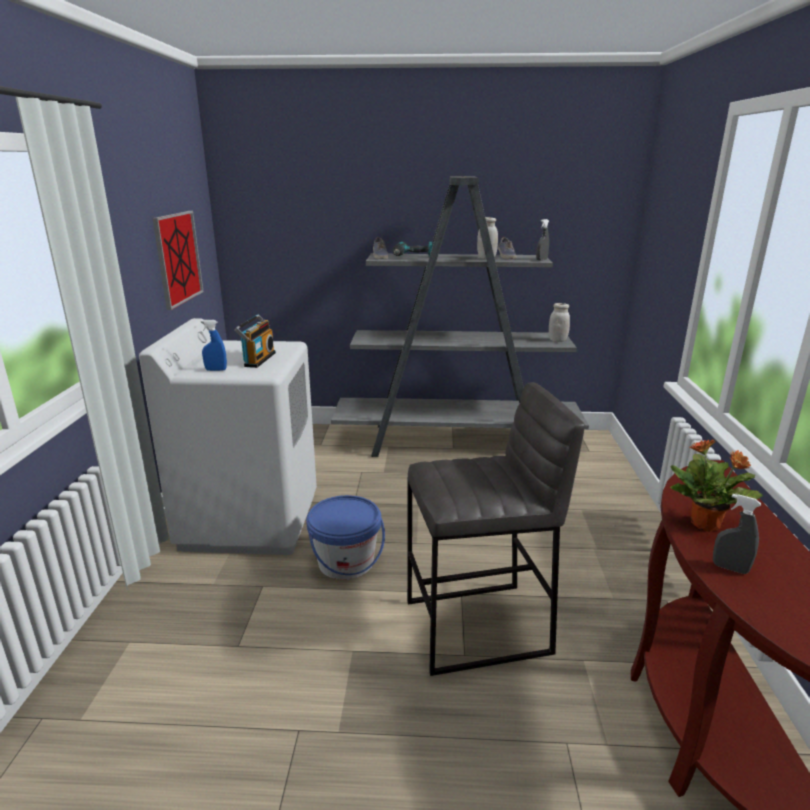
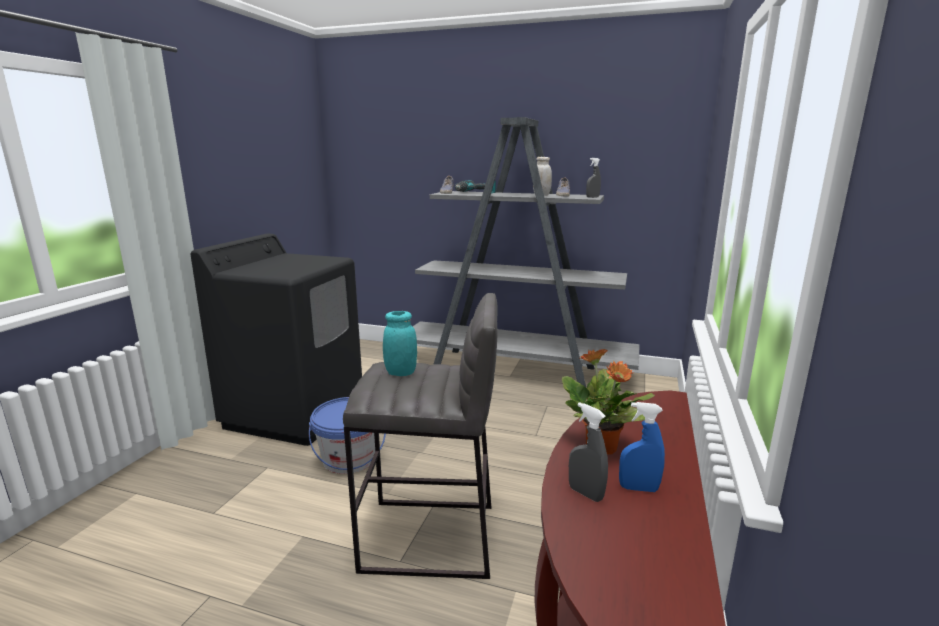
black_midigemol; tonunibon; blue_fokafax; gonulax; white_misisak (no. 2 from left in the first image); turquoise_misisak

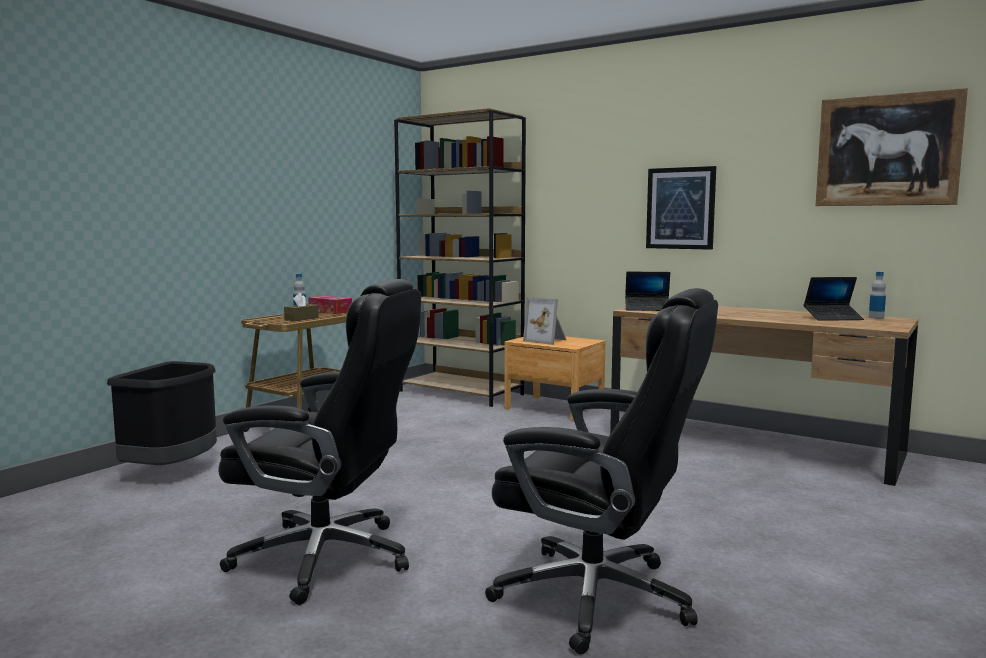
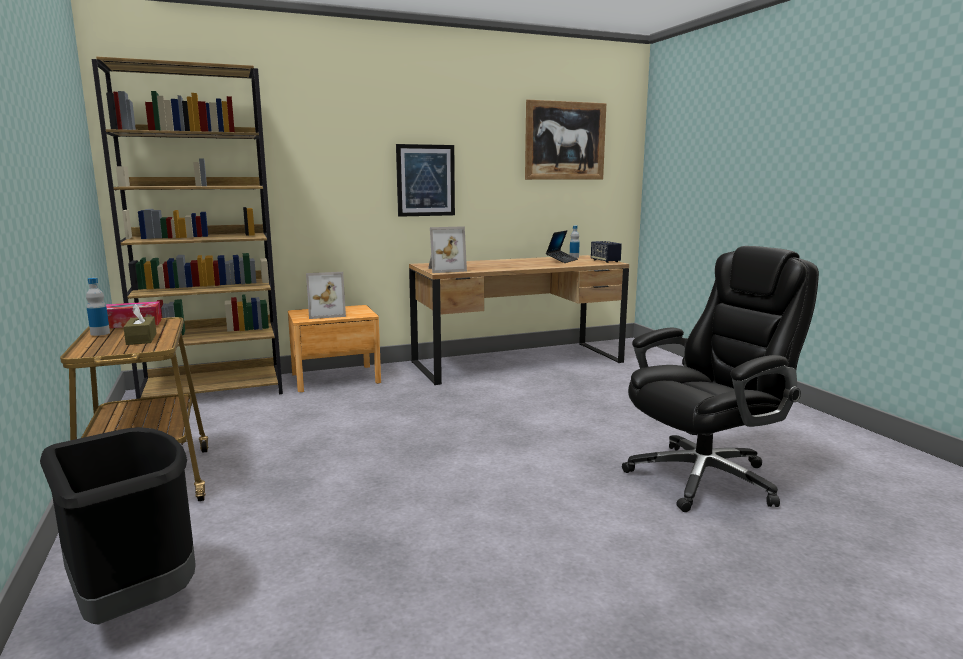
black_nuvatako (no. 1 from left in the first image); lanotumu (no. 2 from left); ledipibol

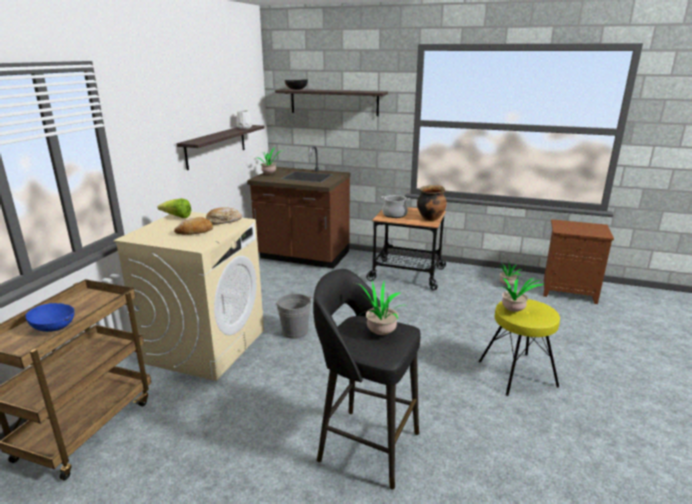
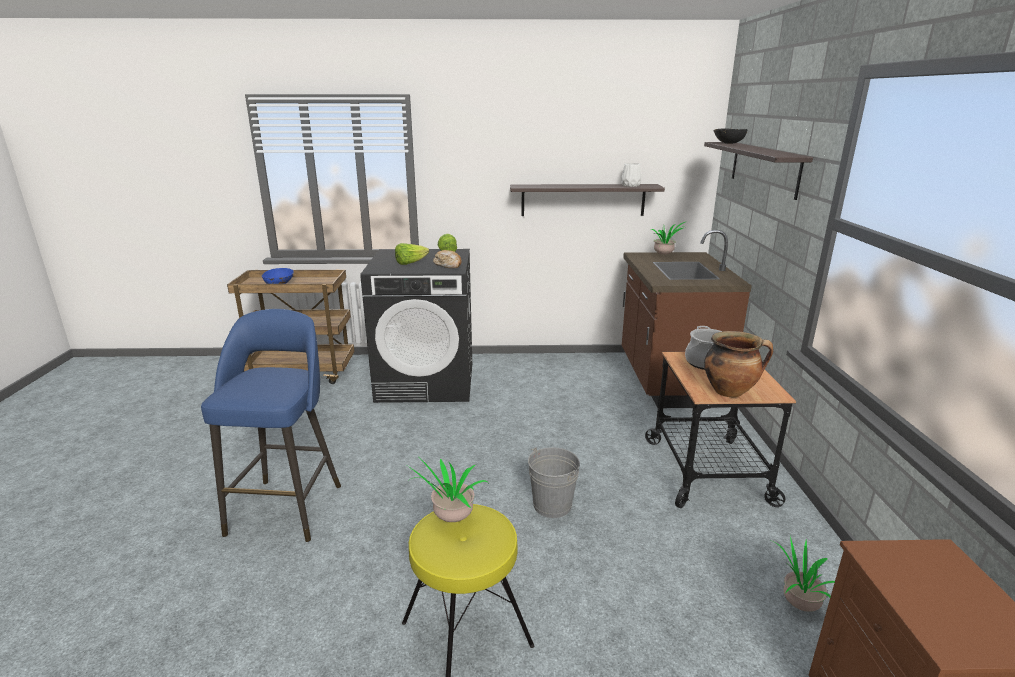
black_midigemol; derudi (no. 1 from left); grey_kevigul; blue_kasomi; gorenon (no. 2 from left in the first image)

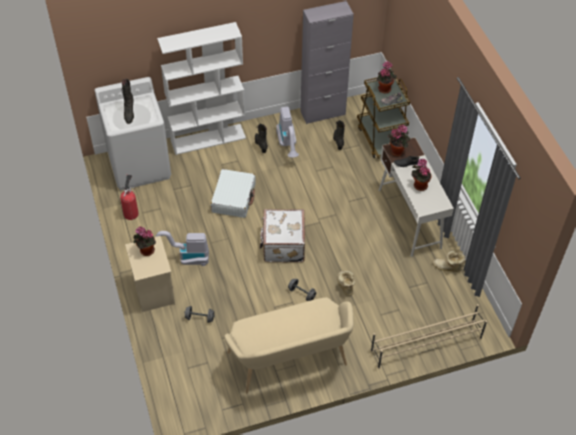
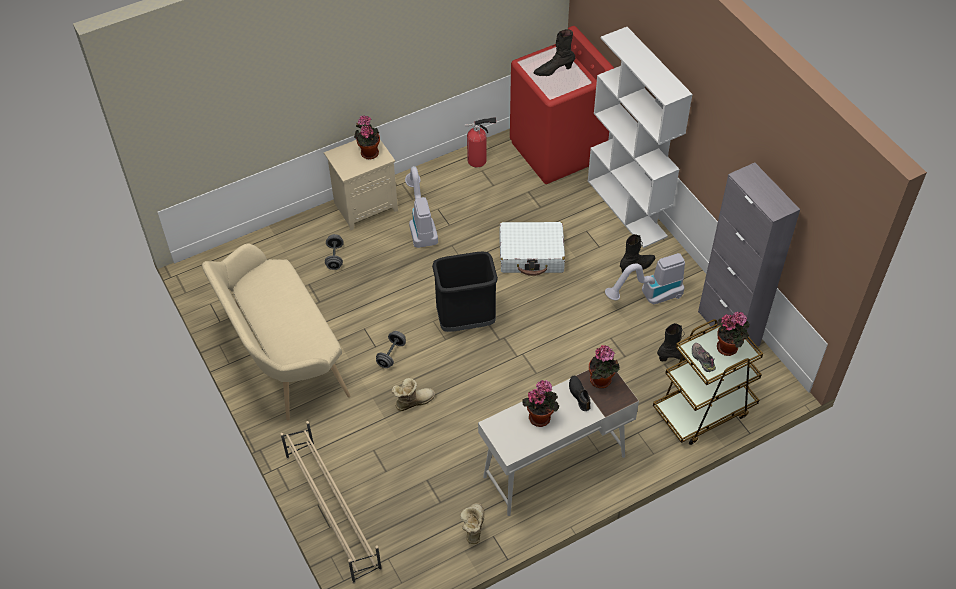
red_midigemol; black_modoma

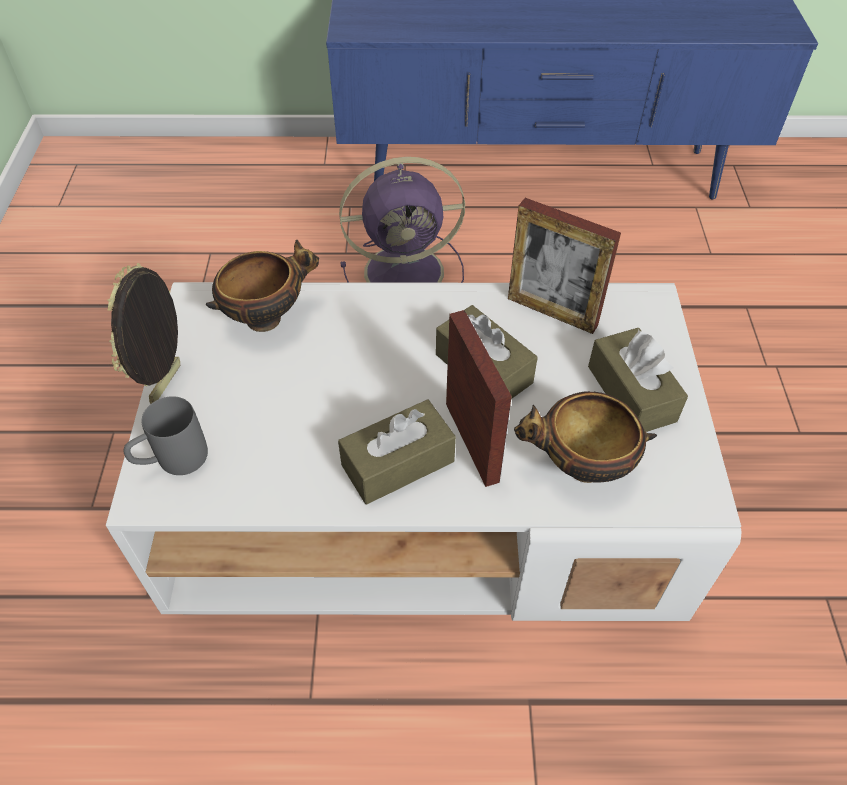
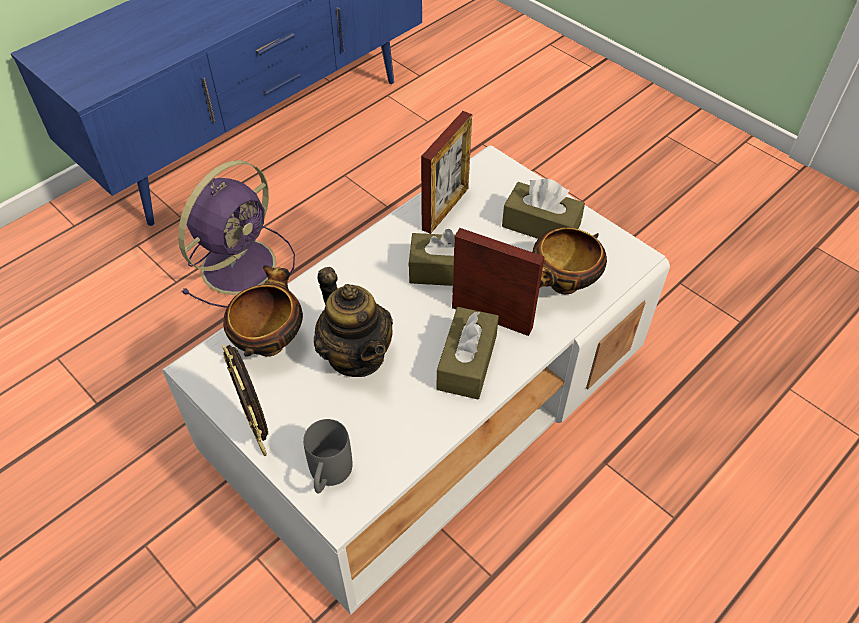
lanotumu (no. 2 from left); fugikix

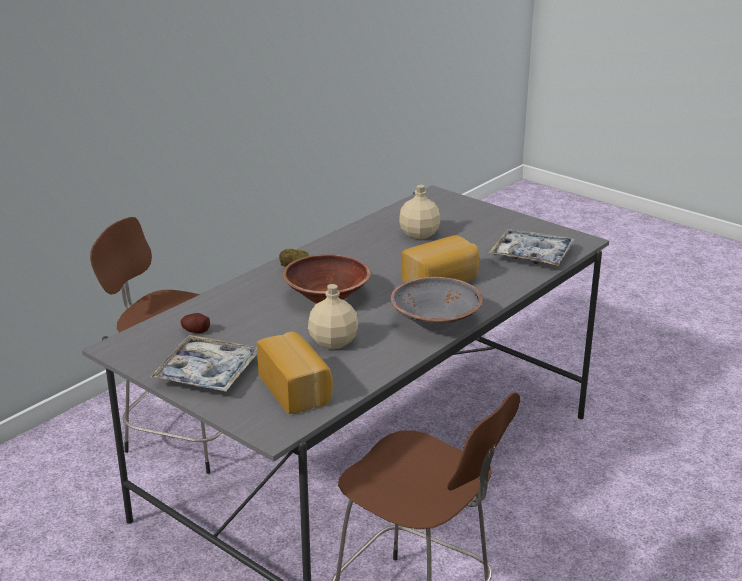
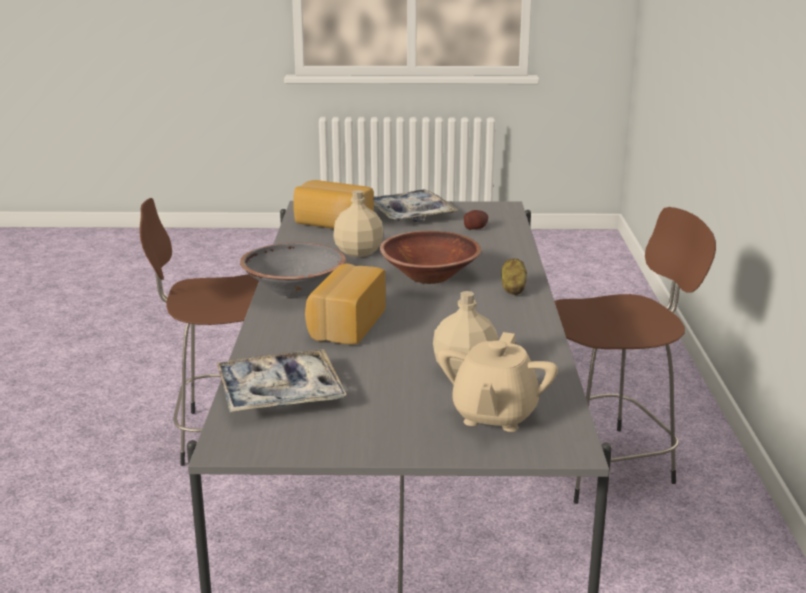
beige_fugikix

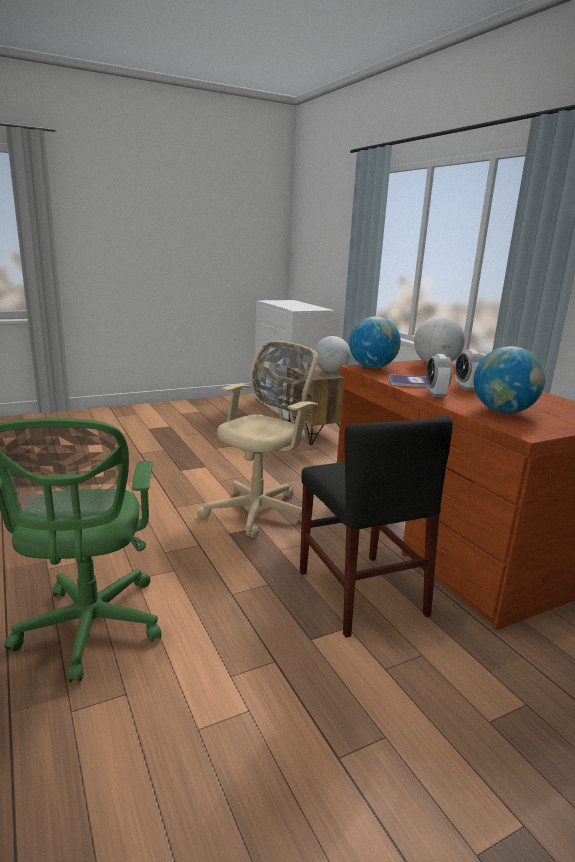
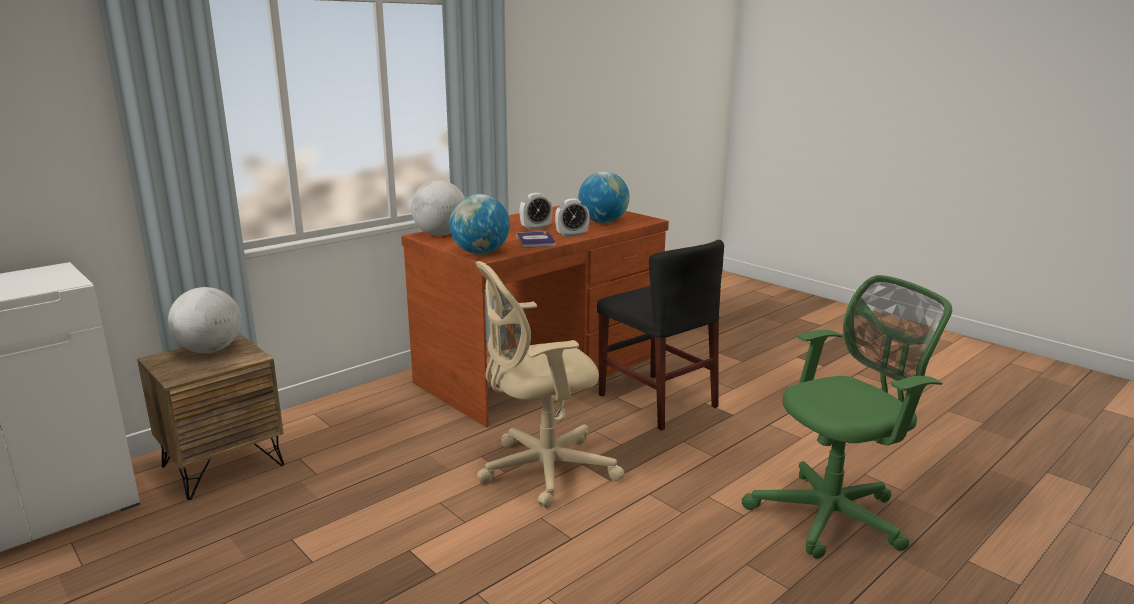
beige_nuvatako; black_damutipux

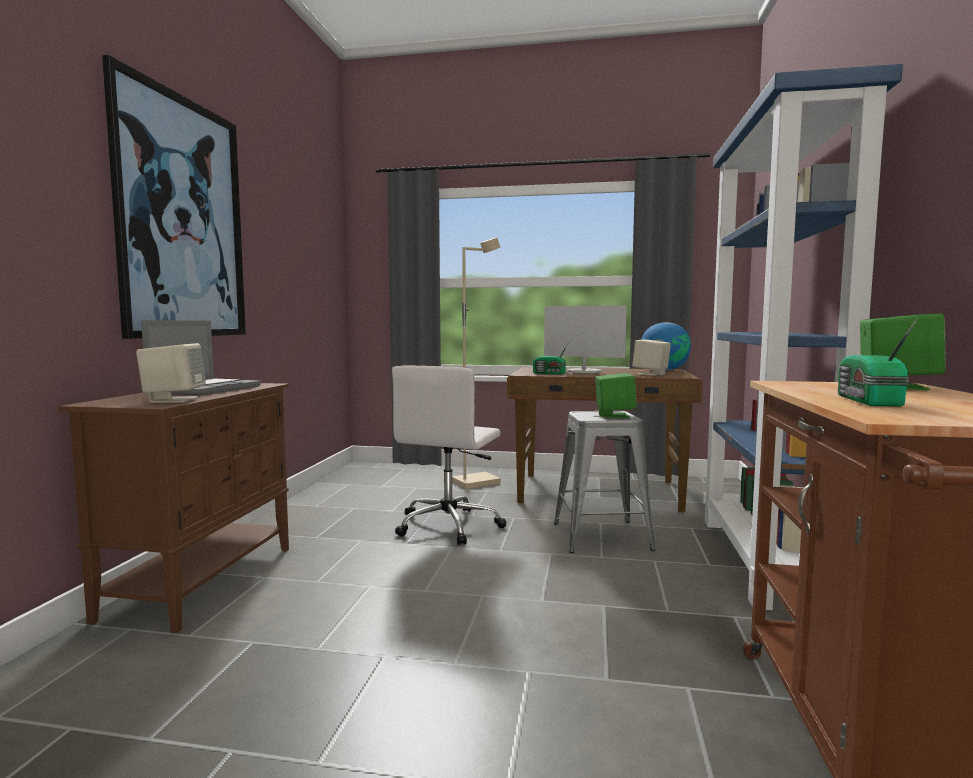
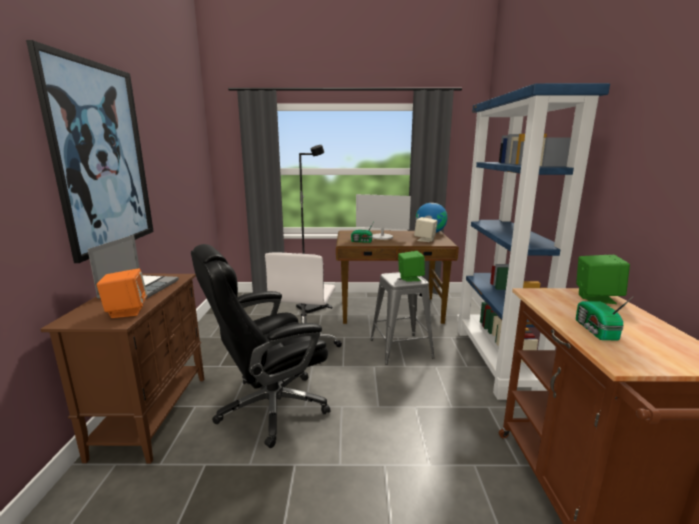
orange_ledipibol; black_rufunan; black_nuvatako

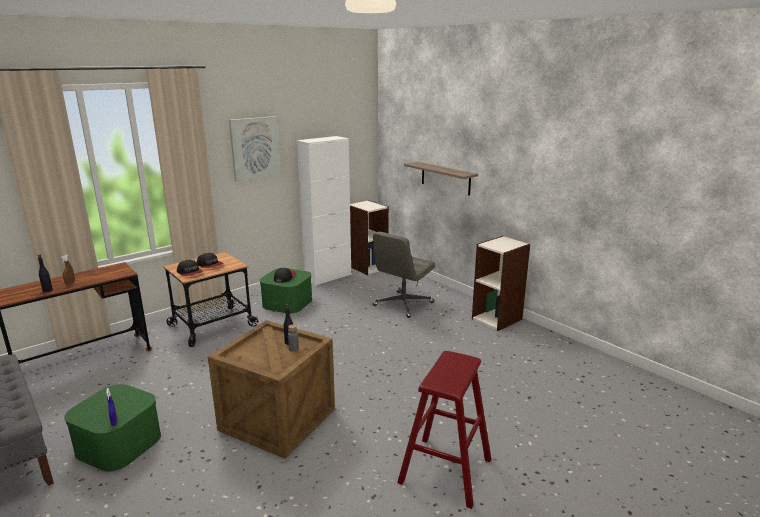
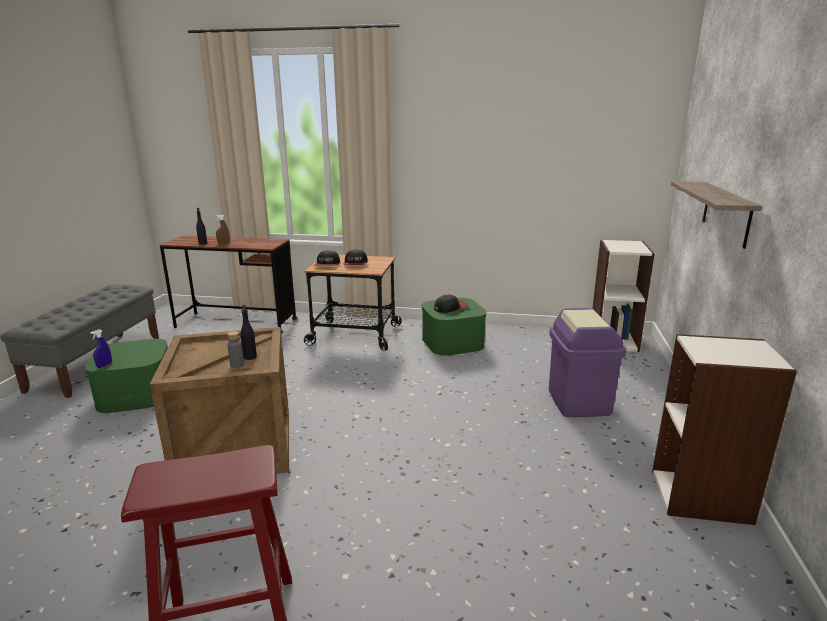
tonunibon; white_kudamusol; purple_modoma

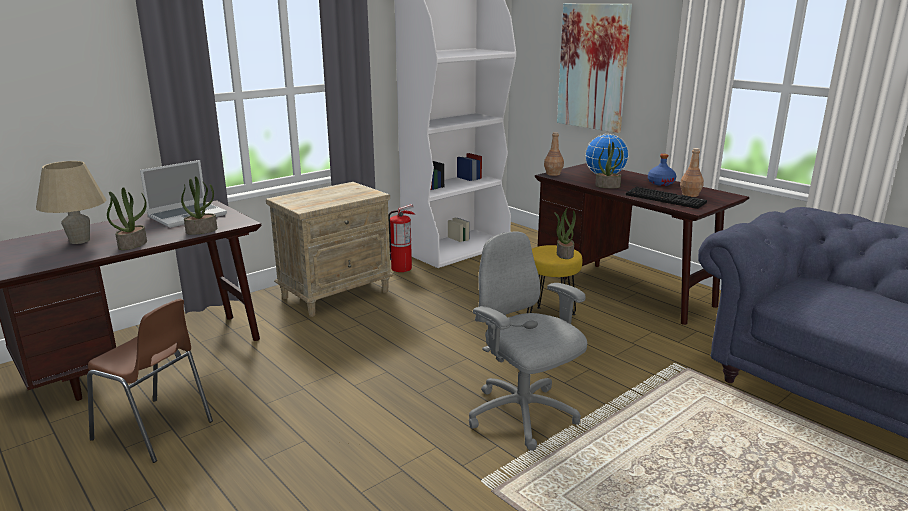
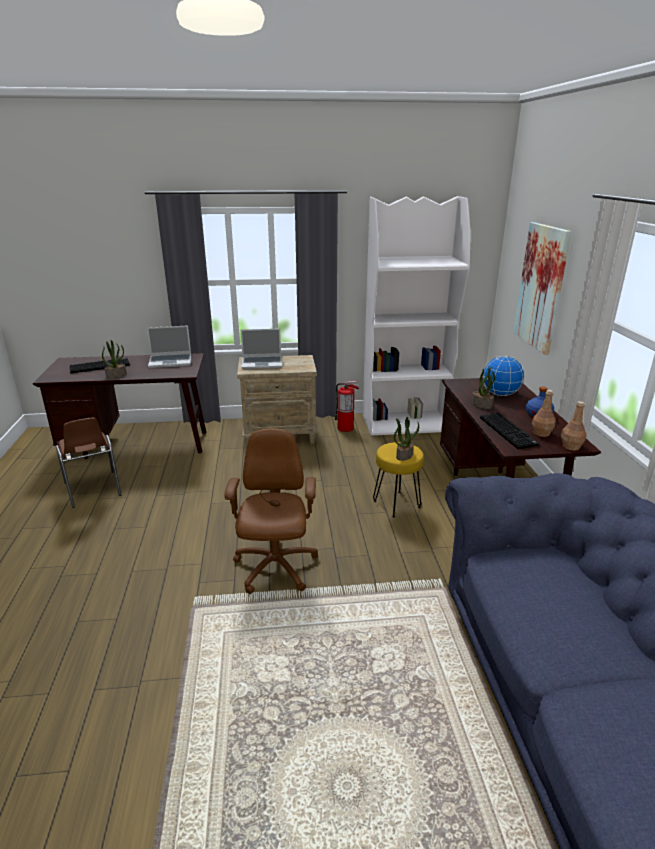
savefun (no. 1 from left); gorenon (no. 2 from left in the first image); brown_nuvatako; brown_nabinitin (no. 2 from left); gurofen (no. 2 from left)

